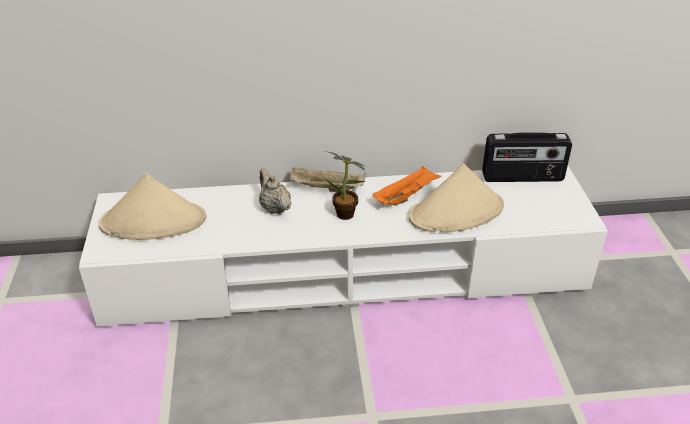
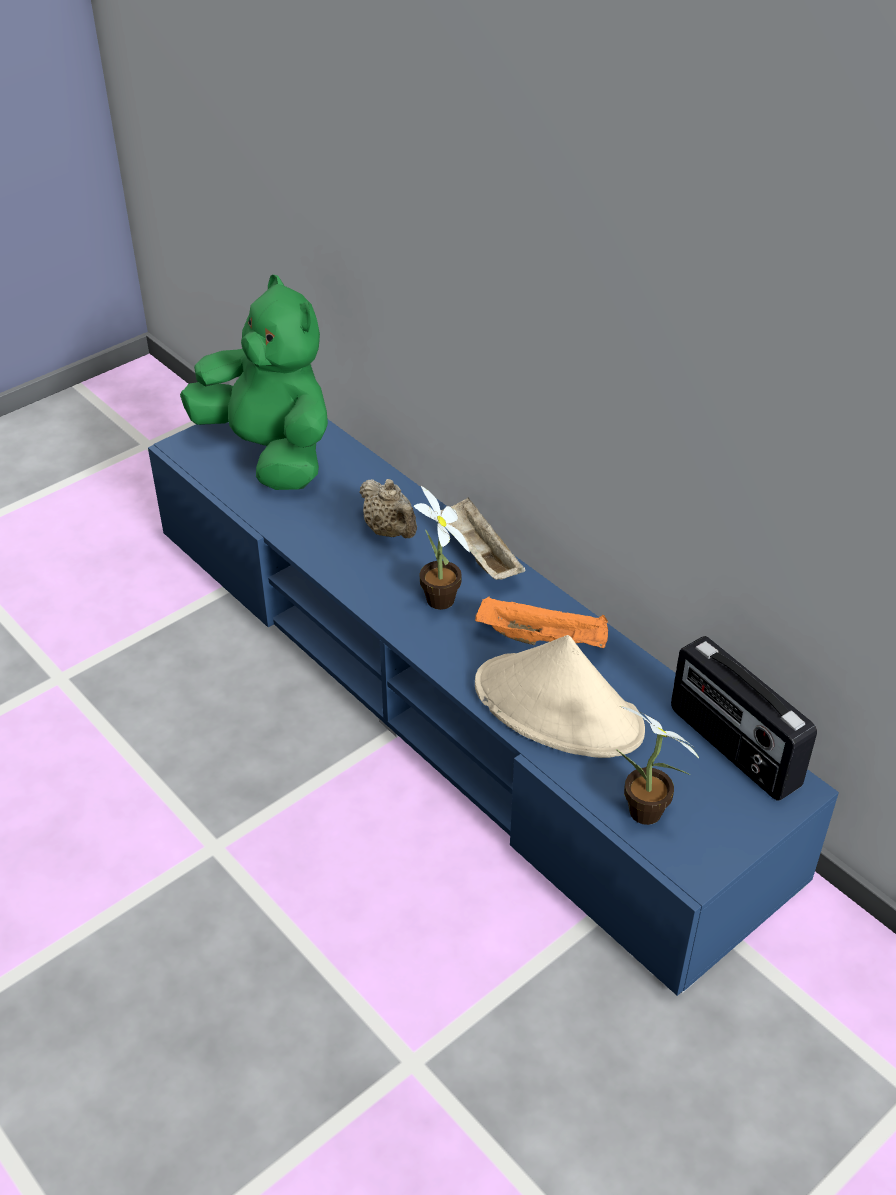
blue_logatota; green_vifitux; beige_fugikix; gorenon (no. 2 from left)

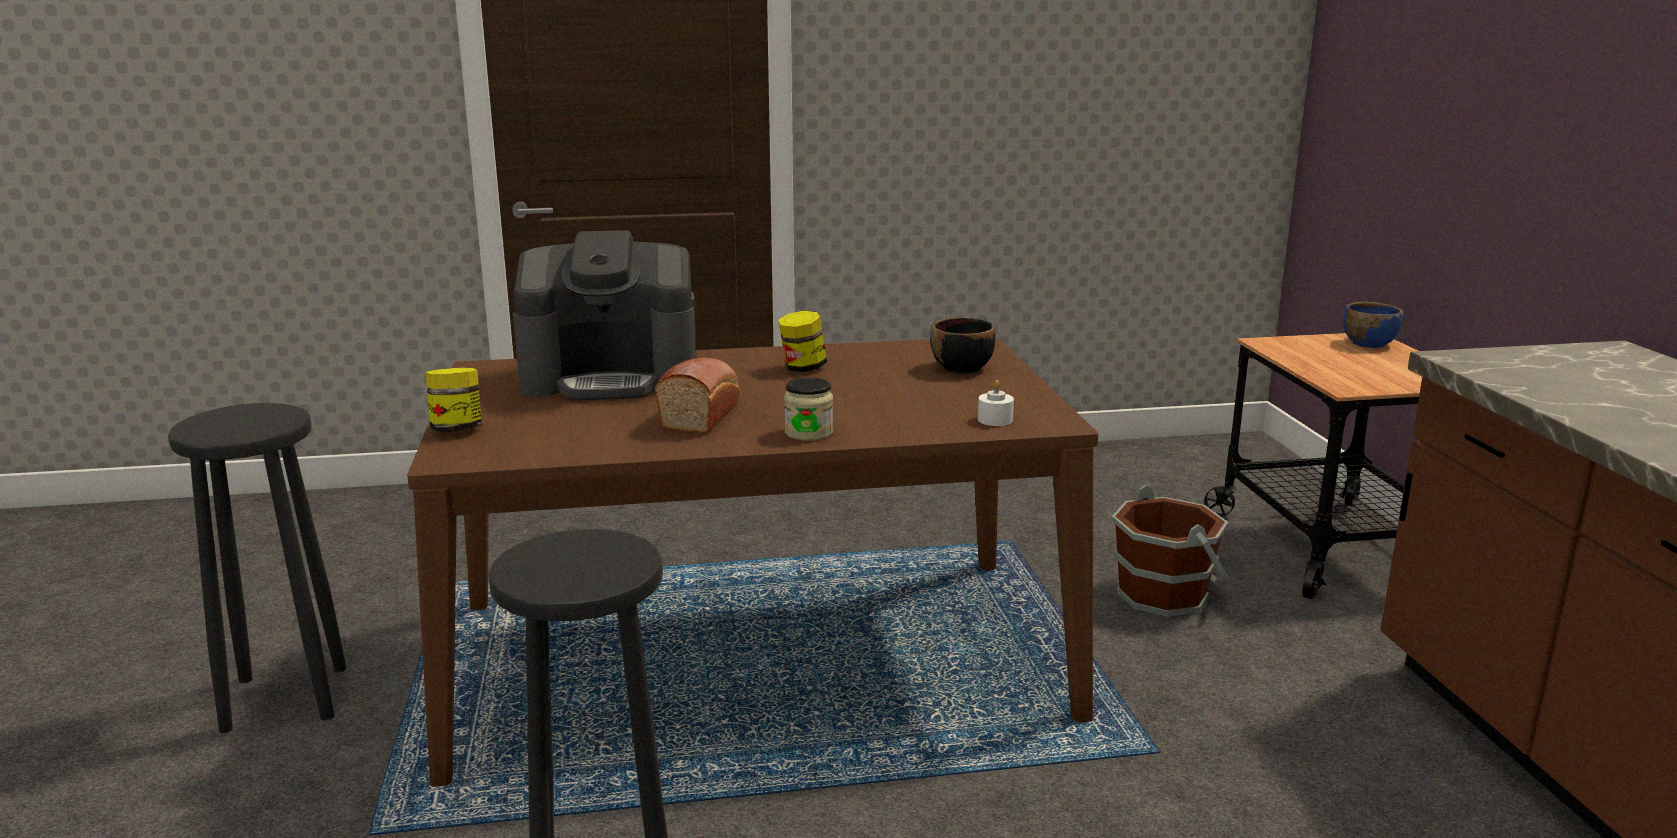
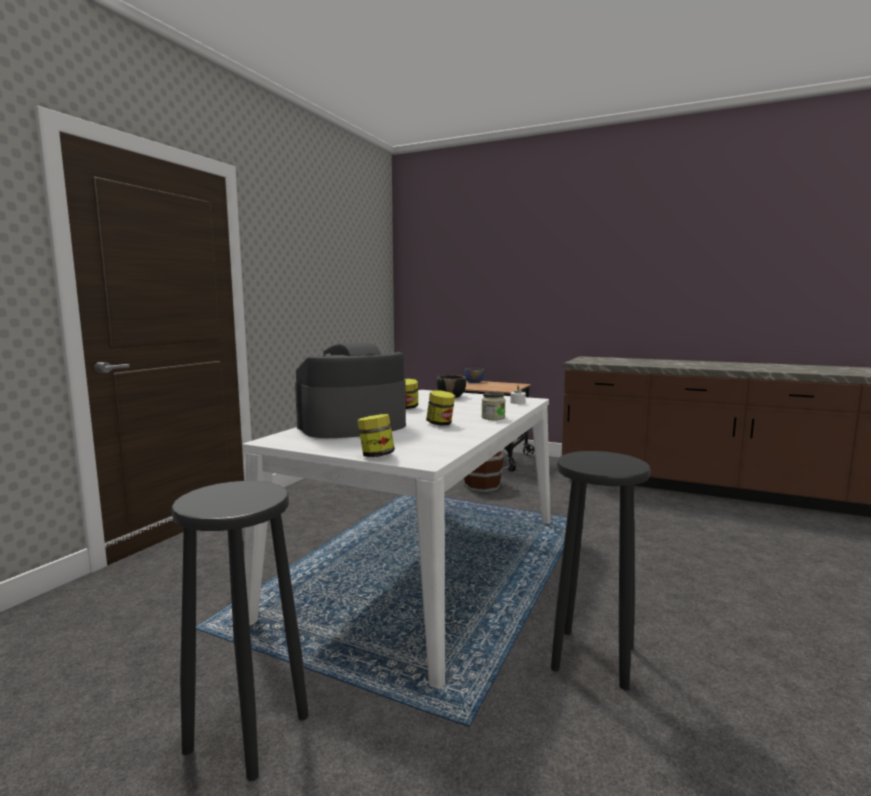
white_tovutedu; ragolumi; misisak (no. 3 from left)

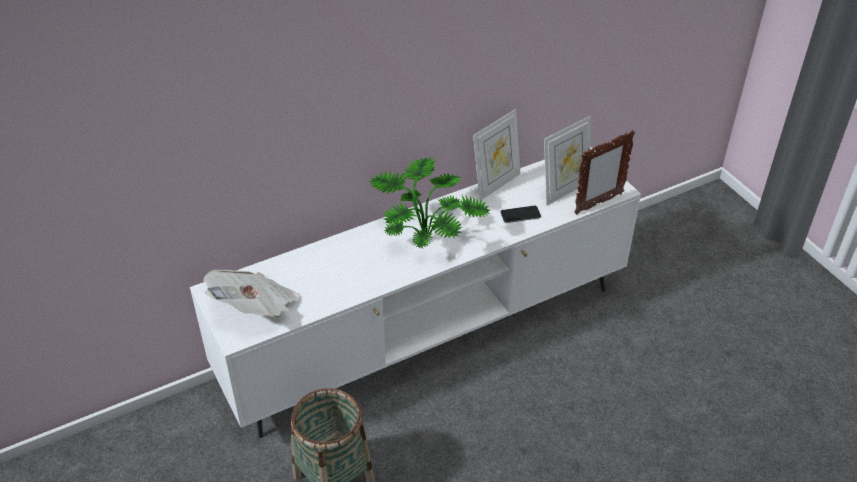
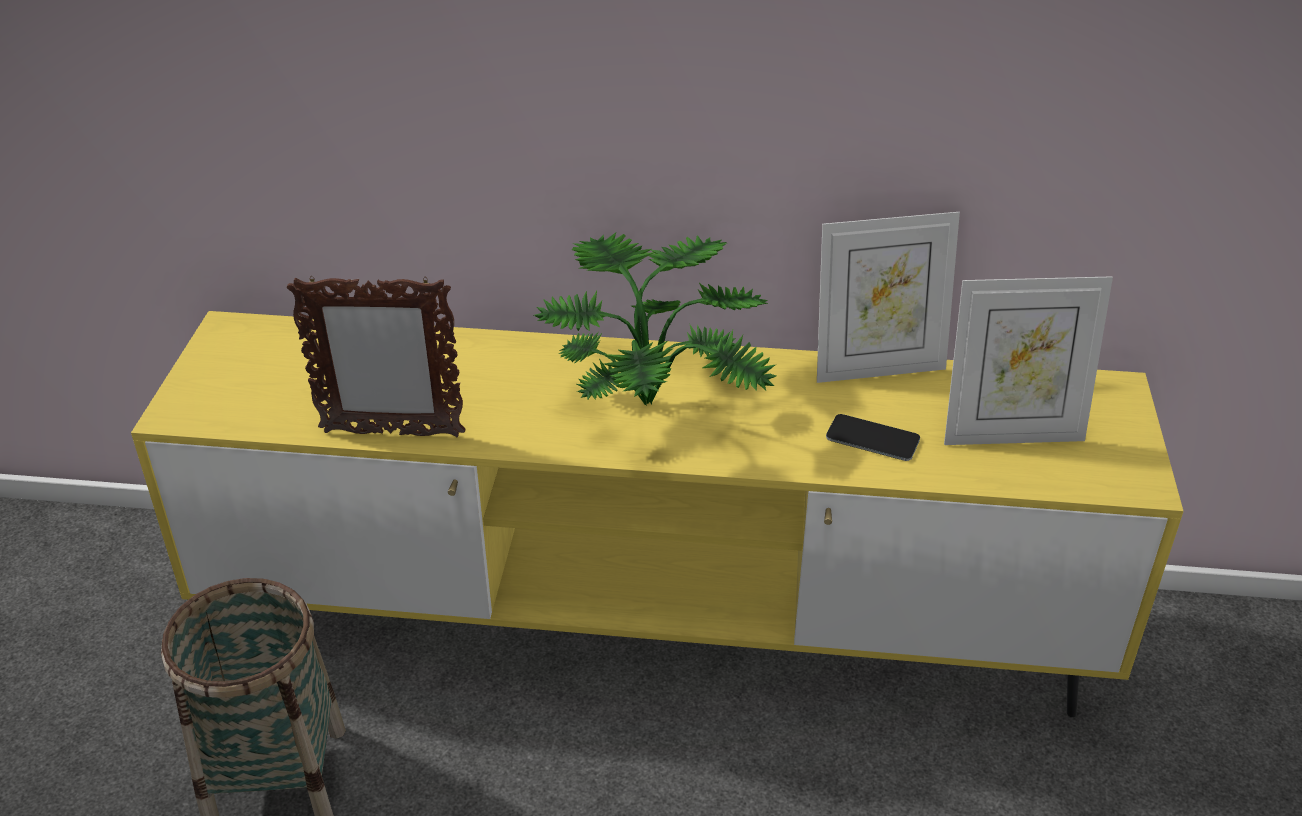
yellow_logatota; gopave; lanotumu (no. 1 from left)

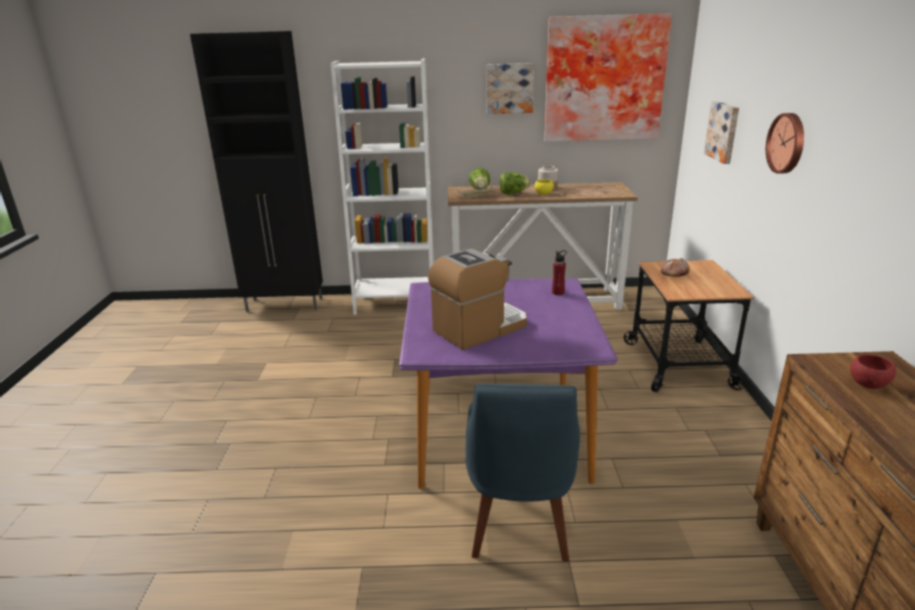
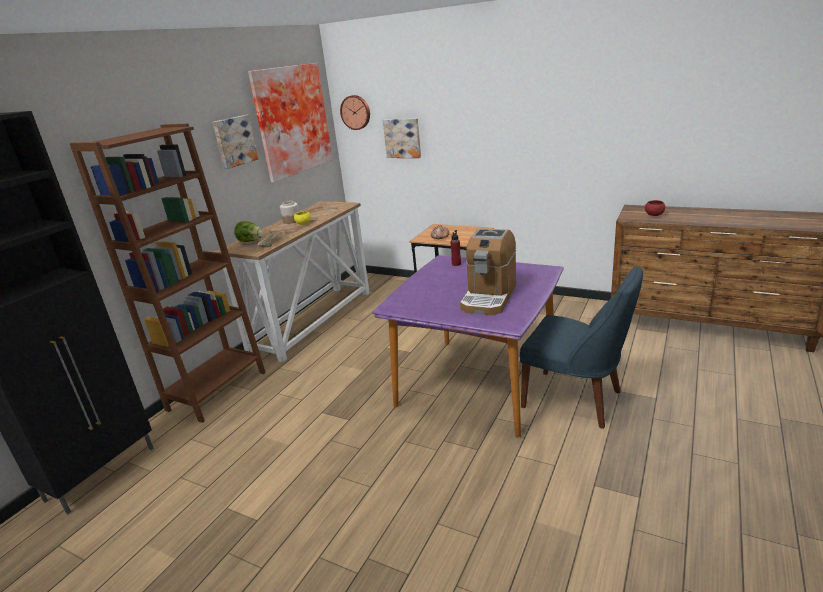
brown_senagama; ragolumi; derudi (no. 2 from left in the first image); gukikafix

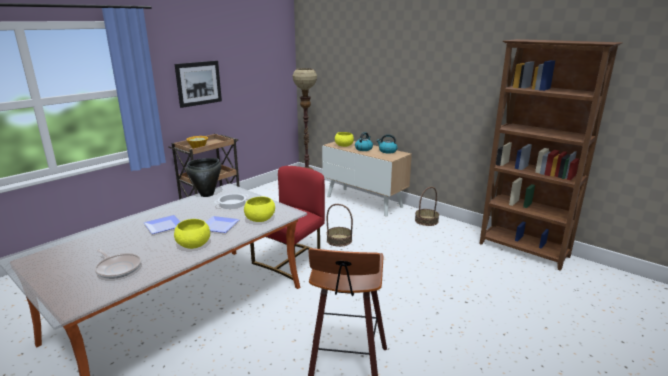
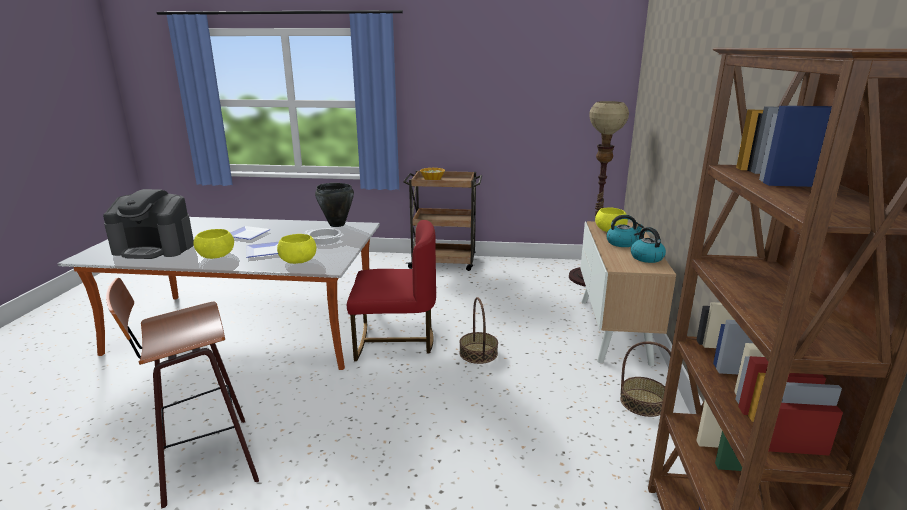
ragolumi; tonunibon

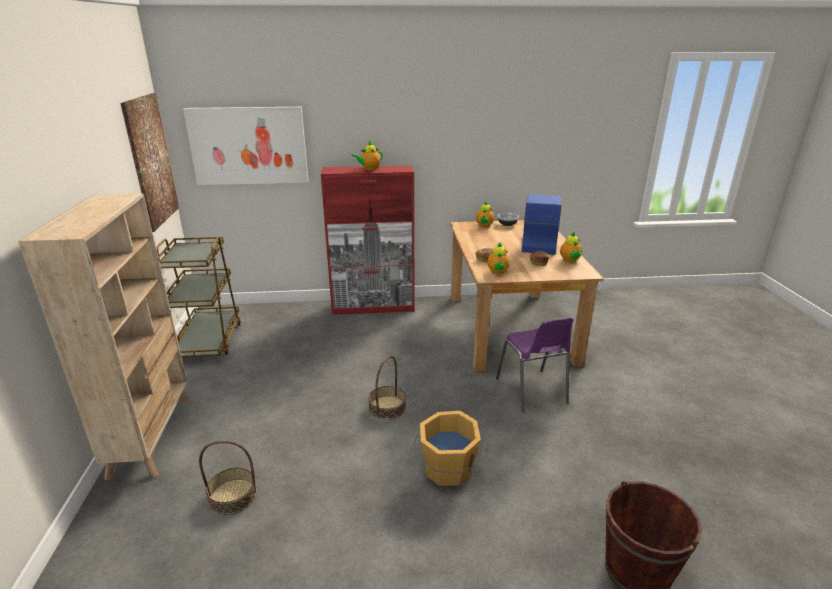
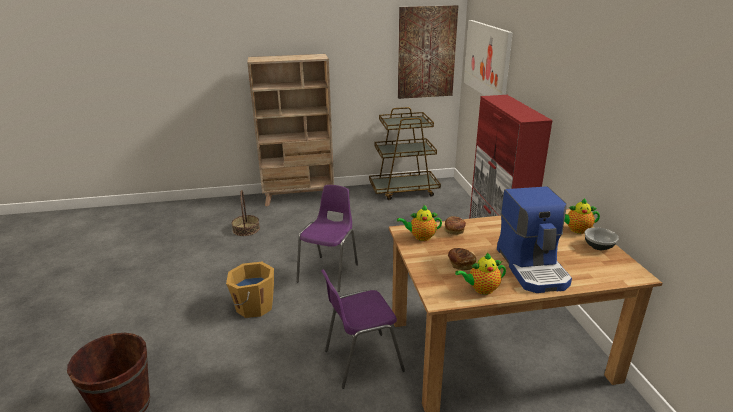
fugikix (no. 1 from left in the first image); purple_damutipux (no. 1 from left); ragolumi

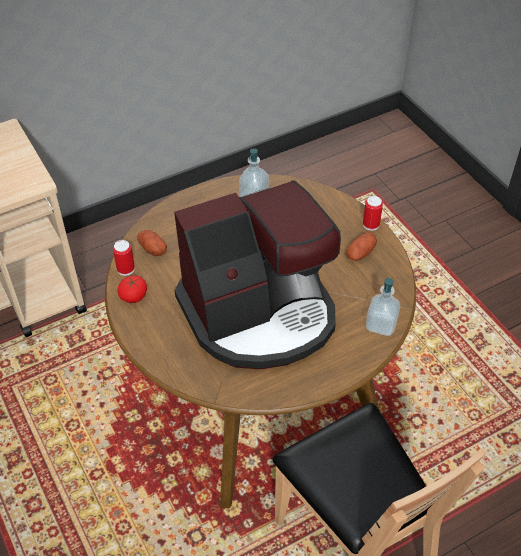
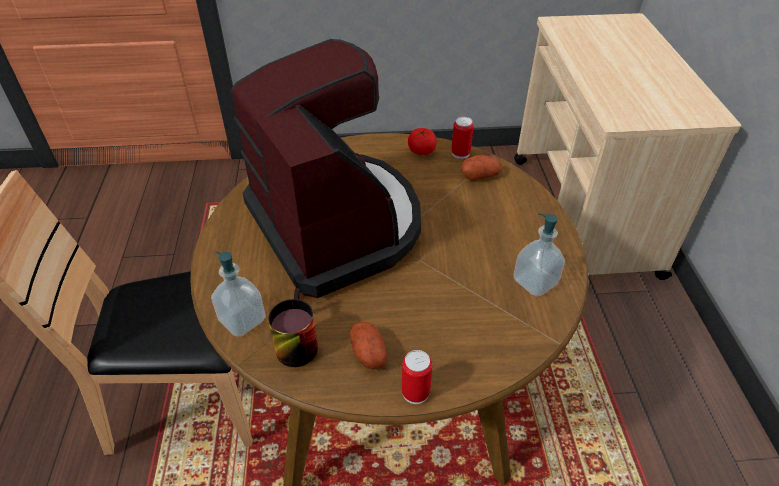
ragolumi; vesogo

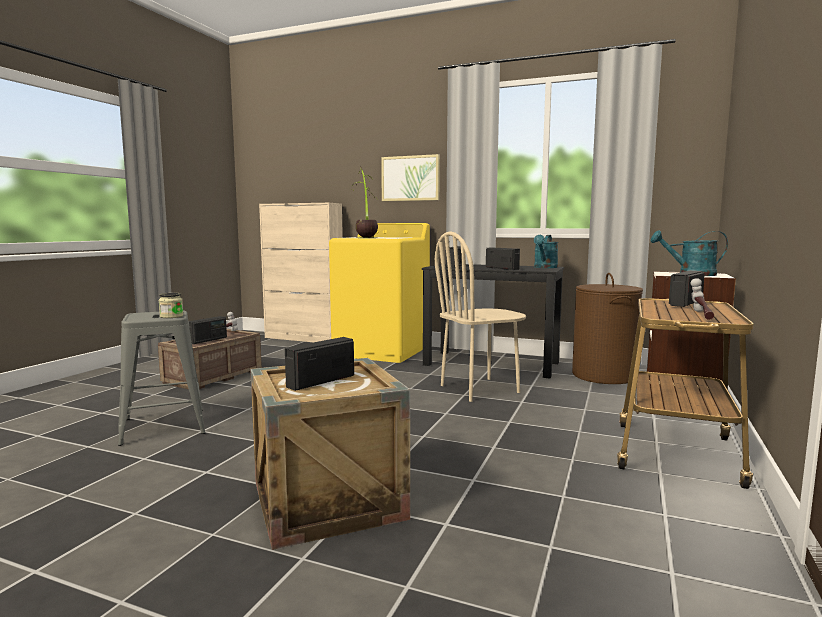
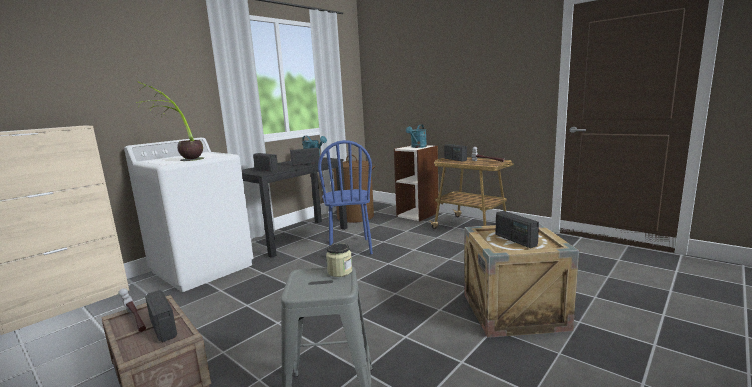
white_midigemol; tonunibon; blue_damutipux

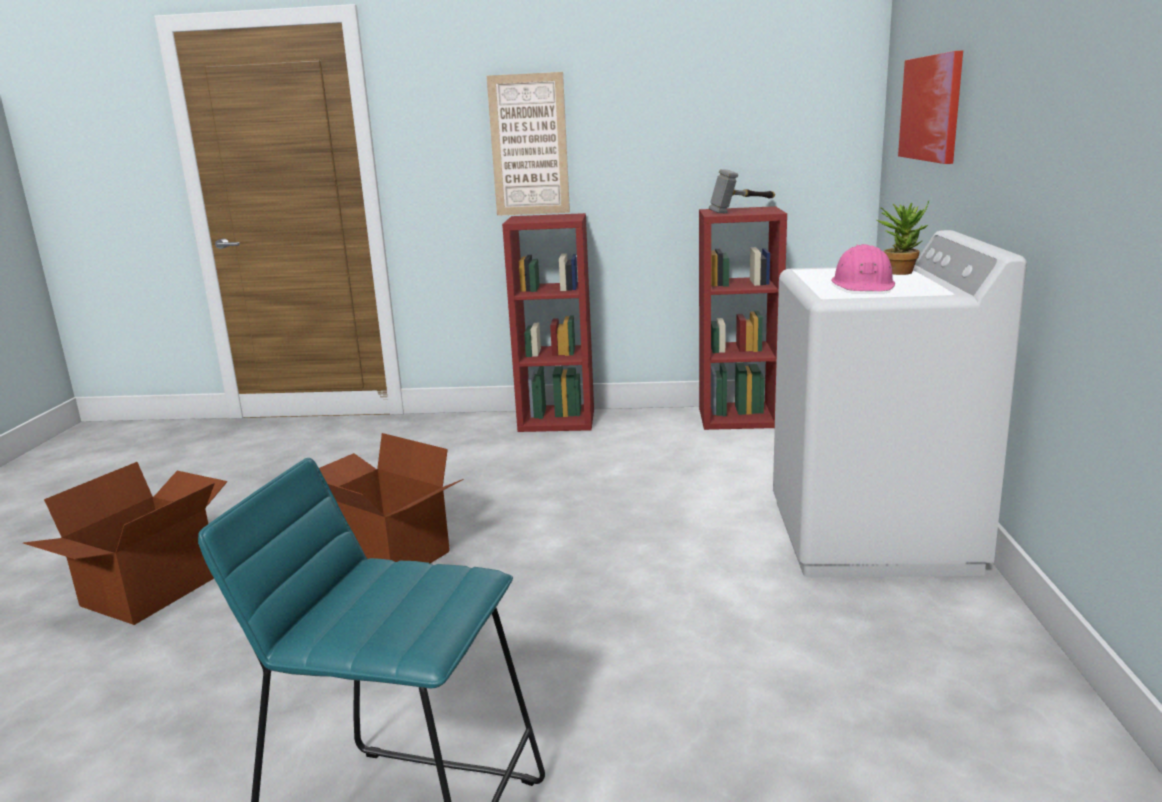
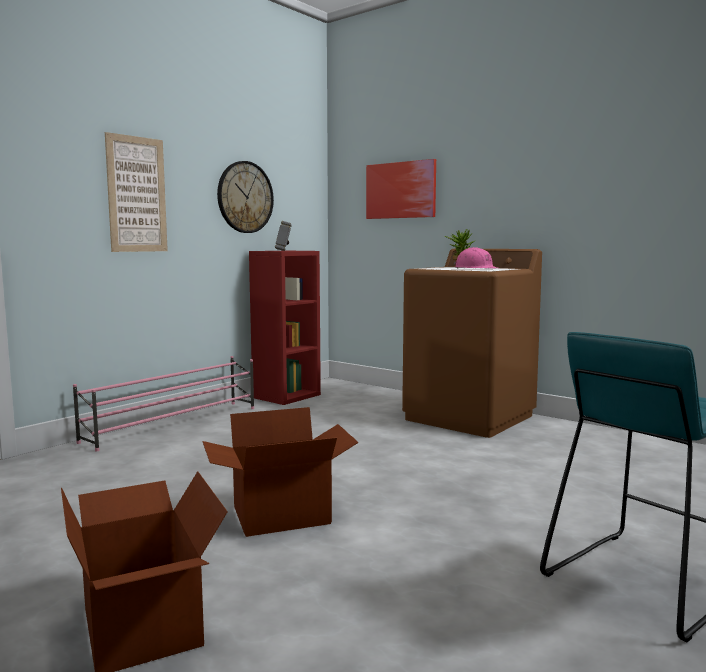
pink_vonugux; brown_midigemol; gukikafix

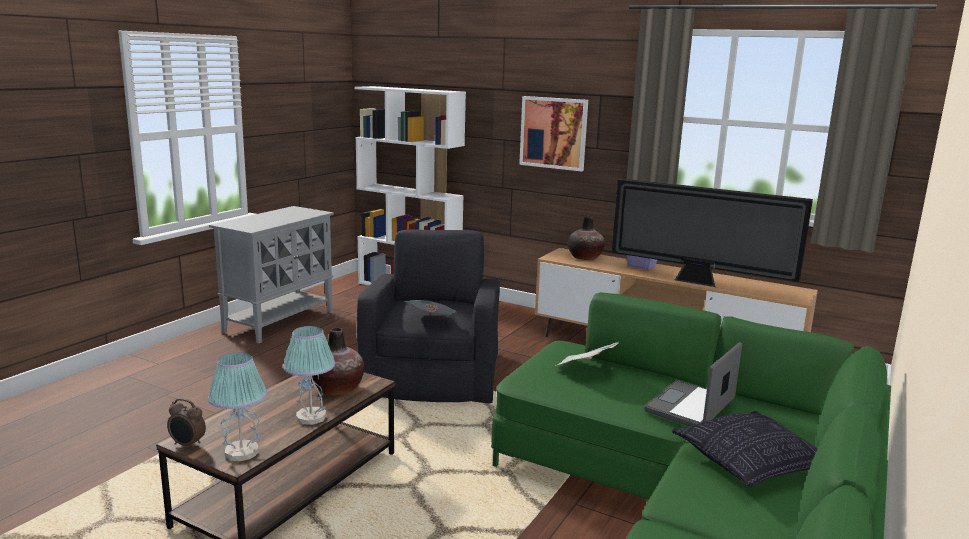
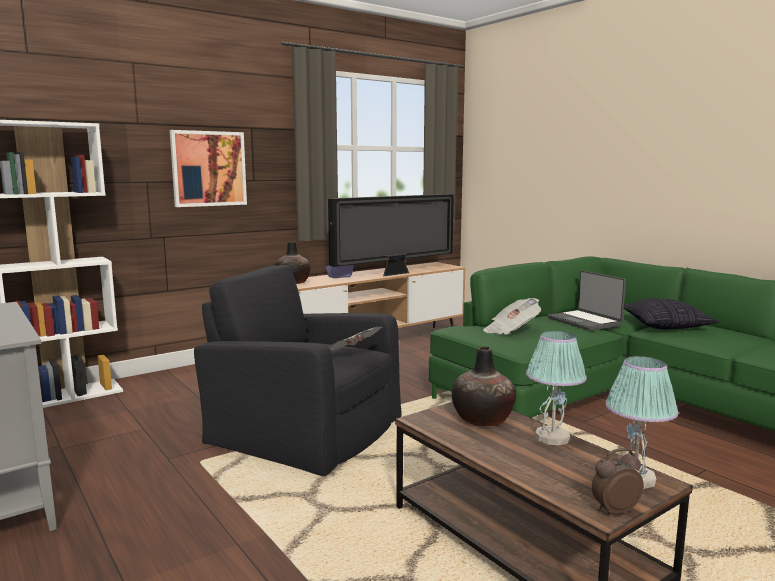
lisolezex

